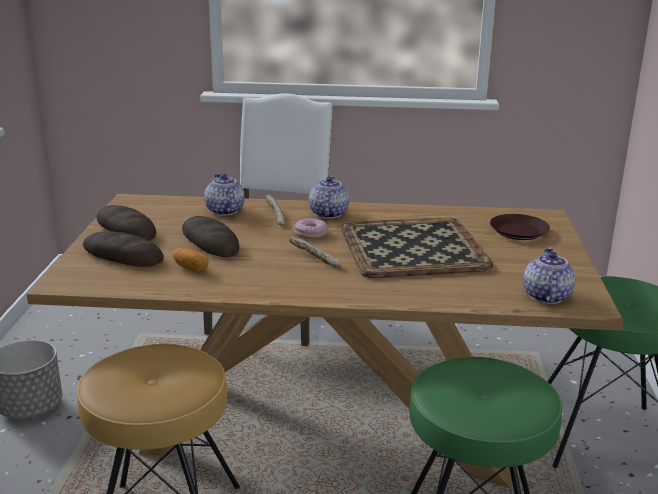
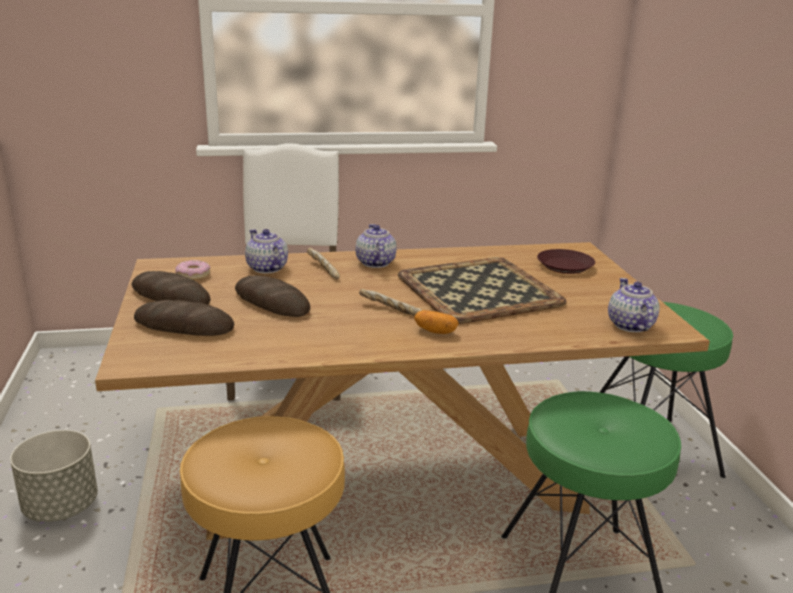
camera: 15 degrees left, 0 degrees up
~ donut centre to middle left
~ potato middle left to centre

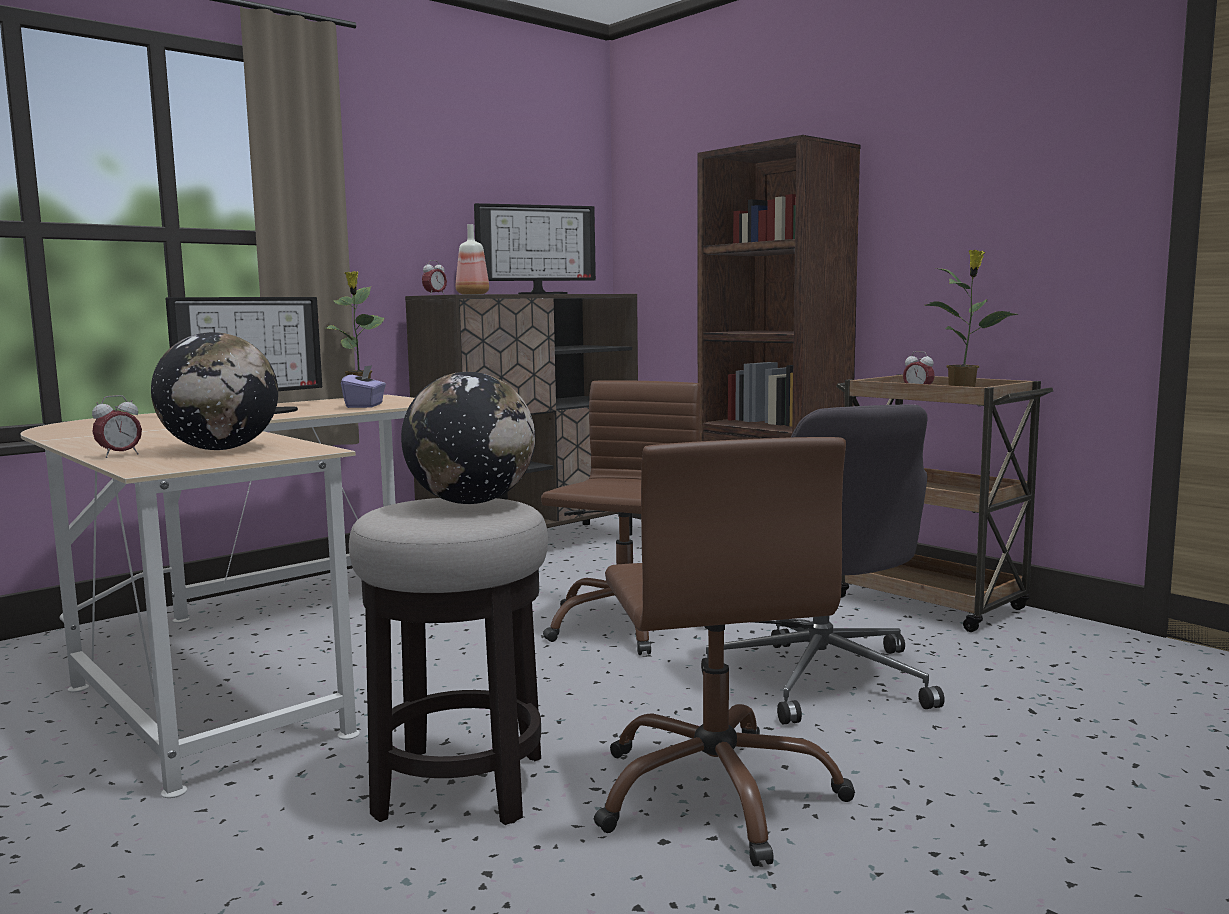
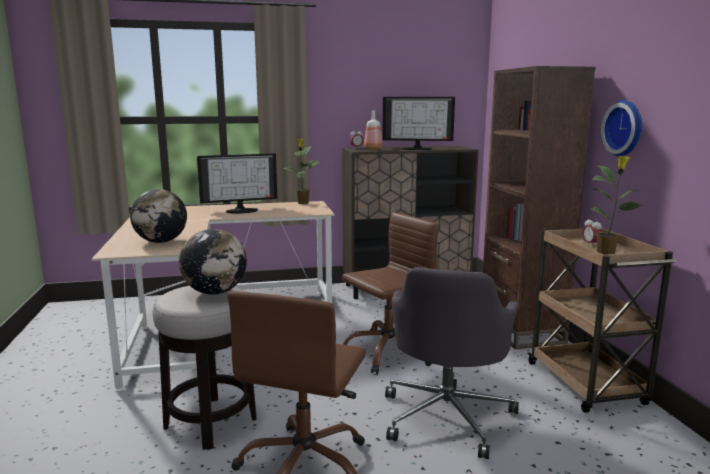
camera: 30 degrees right, 5 degrees up
- tissue box (purple) middle left
- alarm clock (no. 1 from left) middle left
+ wall clock top right

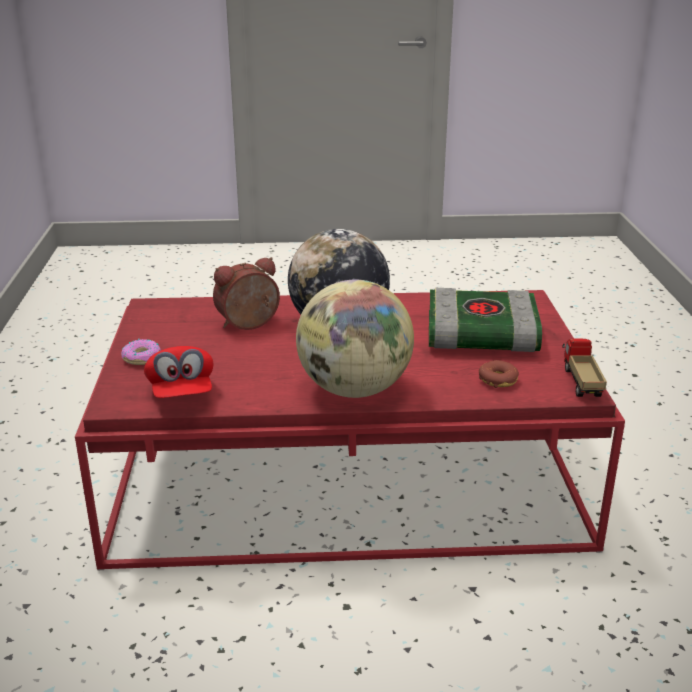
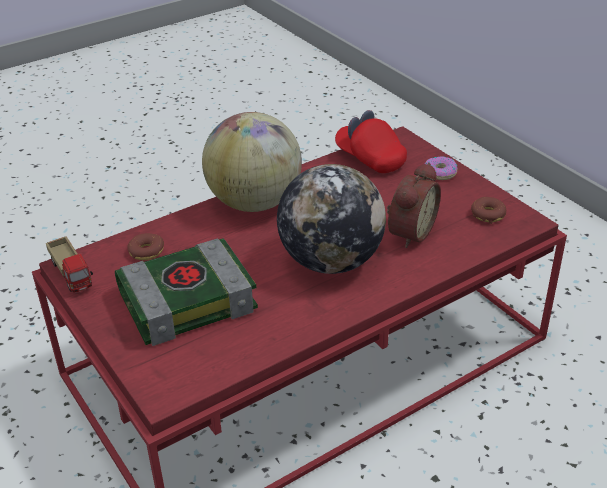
camera: 150 degrees right, 10 degrees up
+ donut (no. 3 from left) middle right

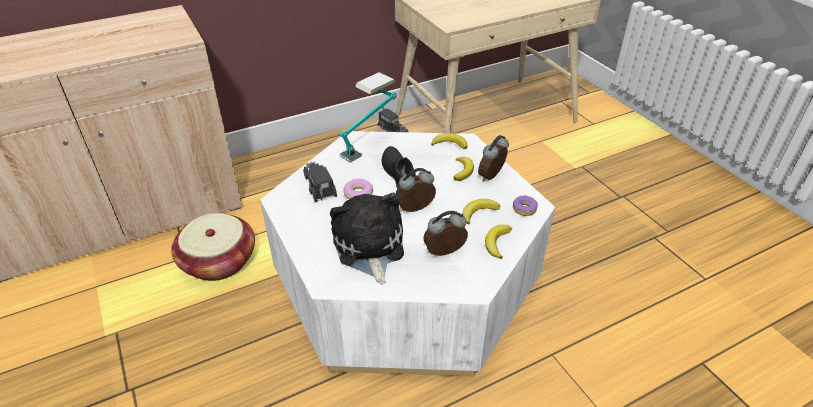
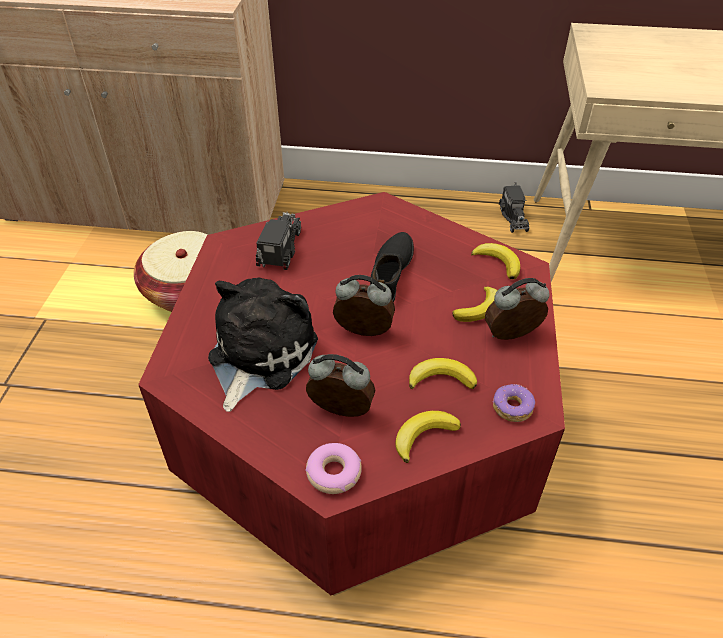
camera: 35 degrees right, 5 degrees up
- table lamp top centre
~ coffee table (white) centre to coffee table (red) centre
~ donut (no. 1 from left) centre to bottom centre

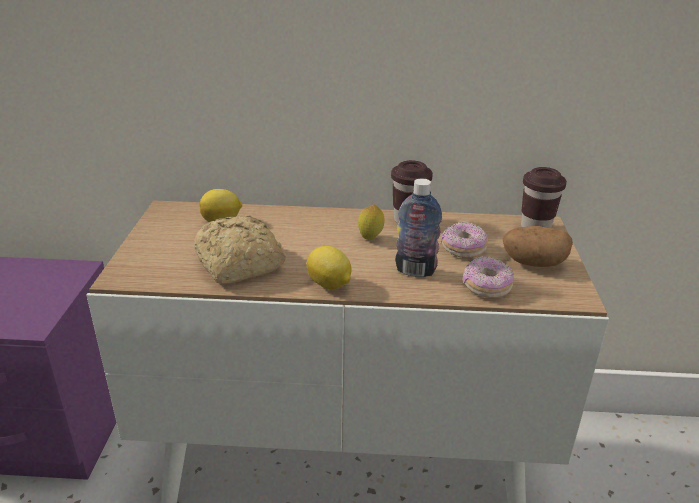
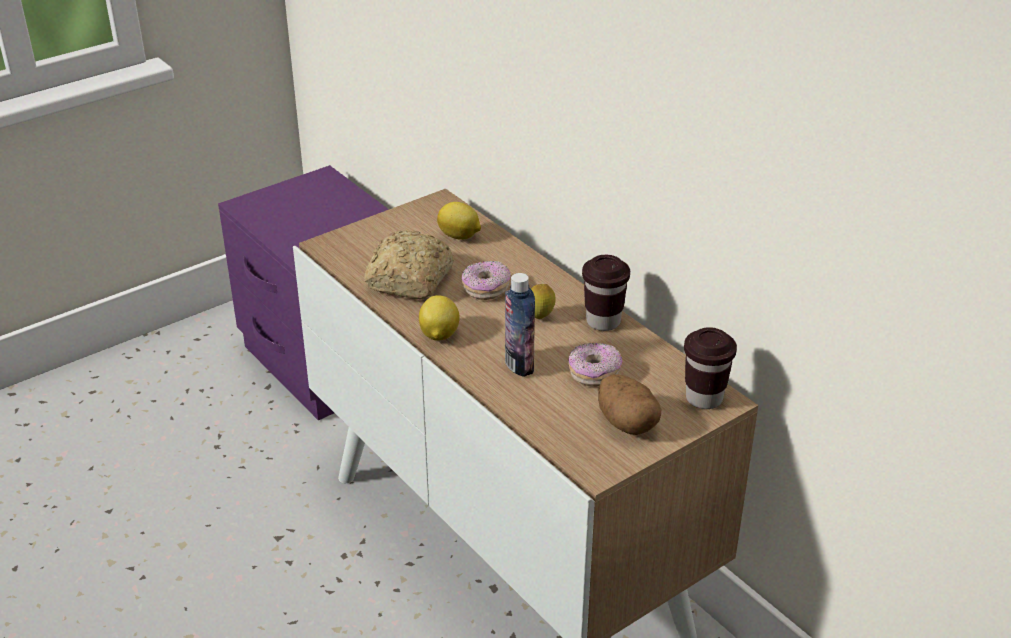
camera: 50 degrees right, 5 degrees up
~ donut (no. 2 from left in the first image) middle right to donut (no. 1 from left) centre

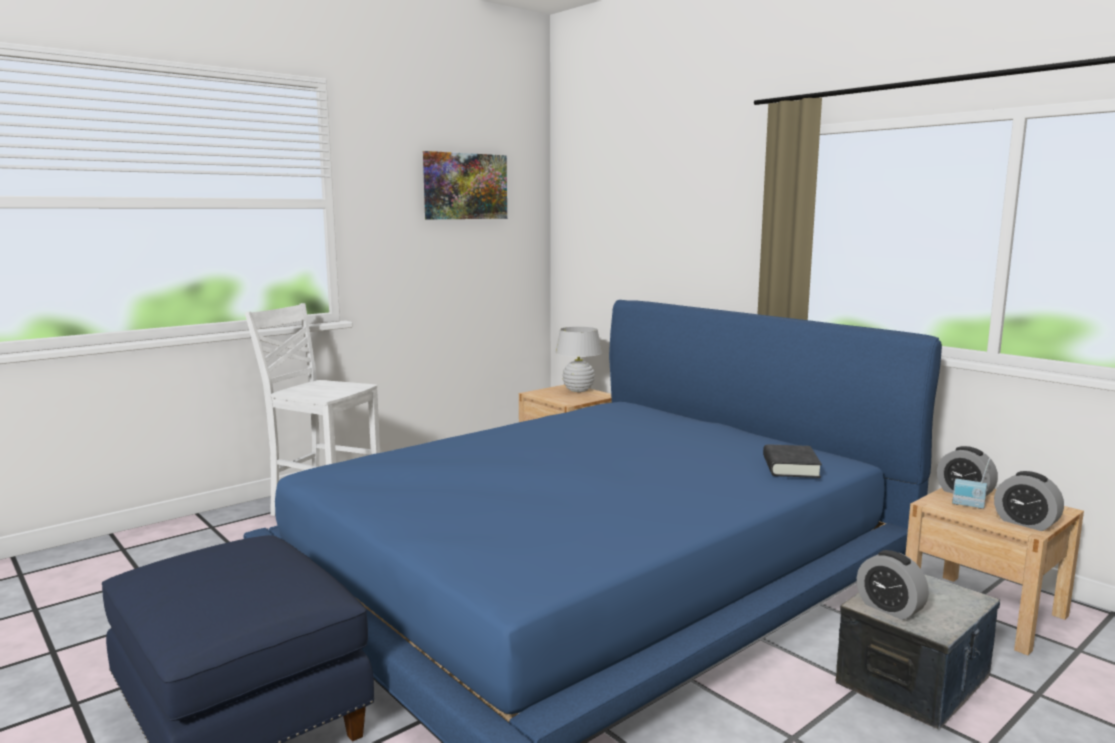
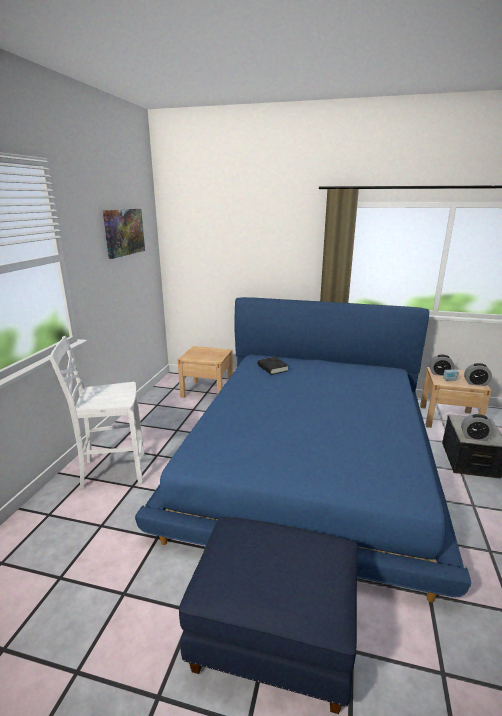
camera: 35 degrees left, 10 degrees up
- table lamp (white) centre
~ book (black) middle right to centre

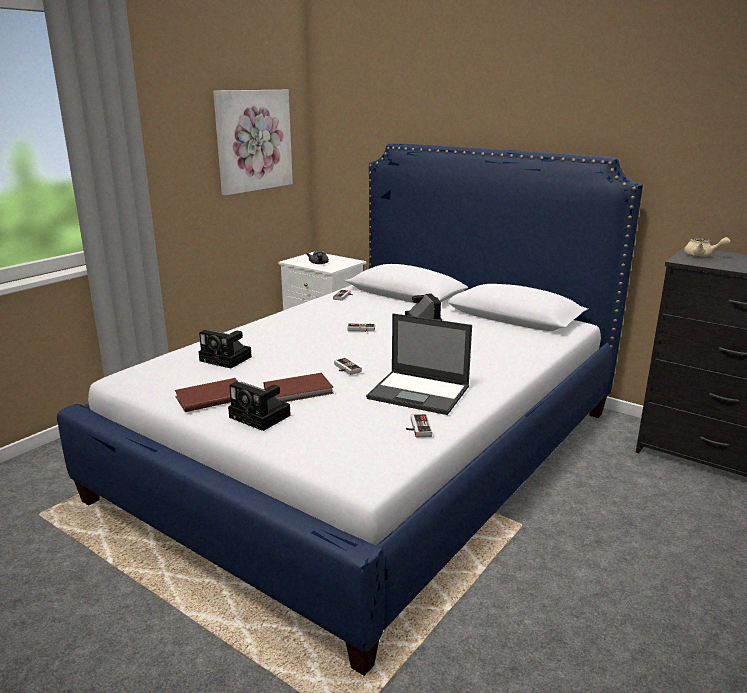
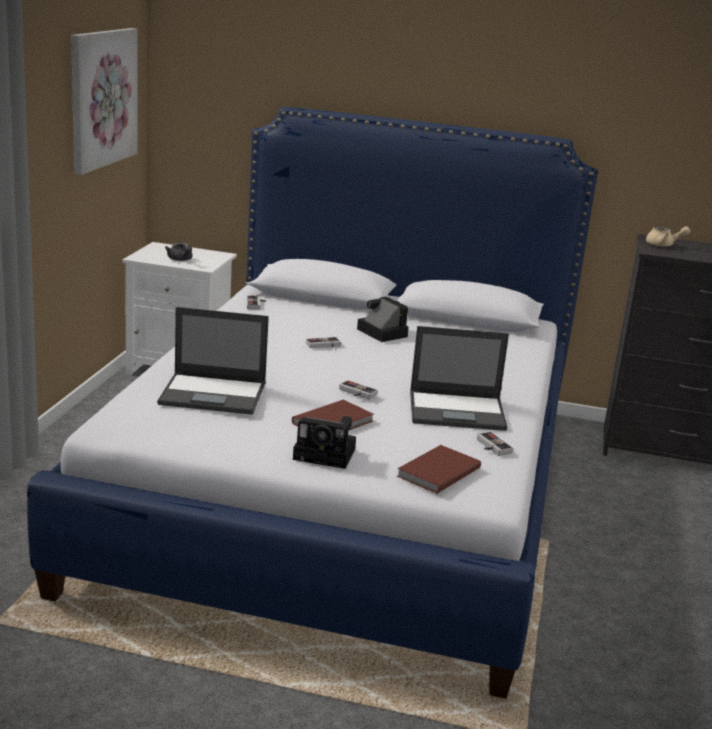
camera: 25 degrees left, 0 degrees up
~ photo camera (no. 1 from left) middle left to laptop (no. 1 from left) middle left
~ book (brown) (no. 1 from left in the first image) middle left to book (brown) (no. 2 from left) centre

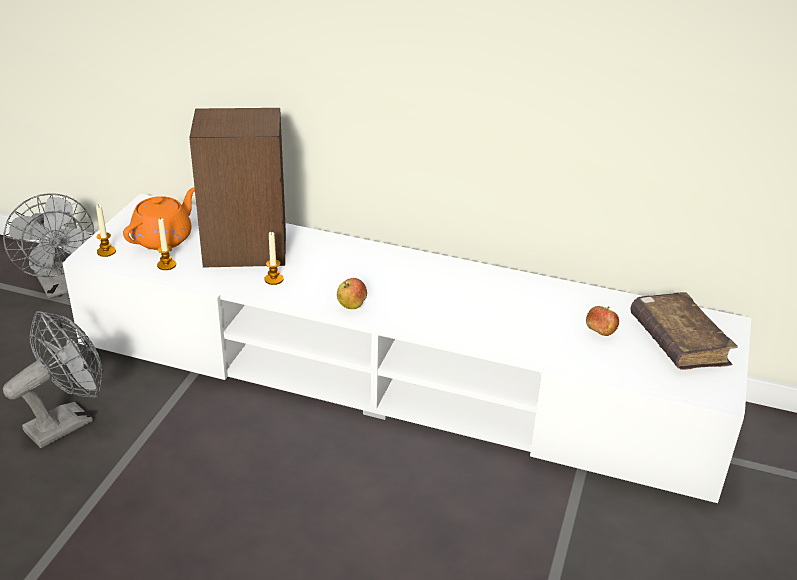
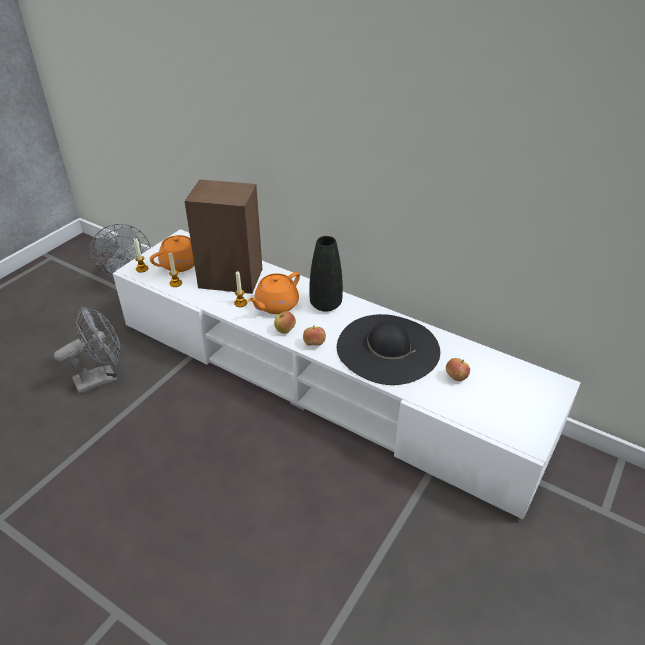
camera: 15 degrees right, 5 degrees up
- book (brown) middle right
+ vase (black) centre
+ teapot (orange) (no. 2 from left) centre
+ hat (black) centre
+ apple (no. 2 from left) centre

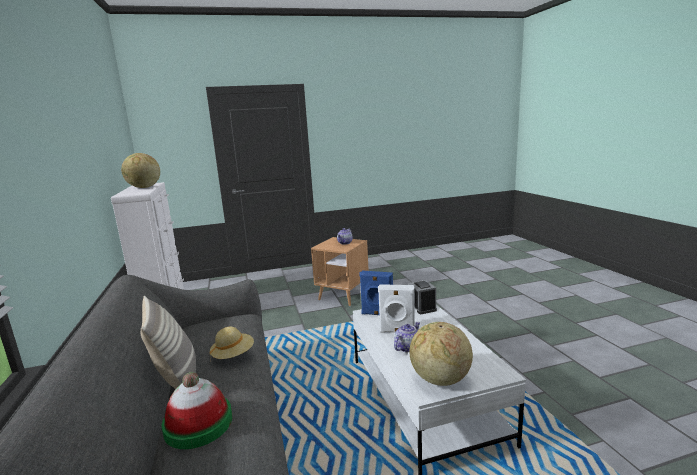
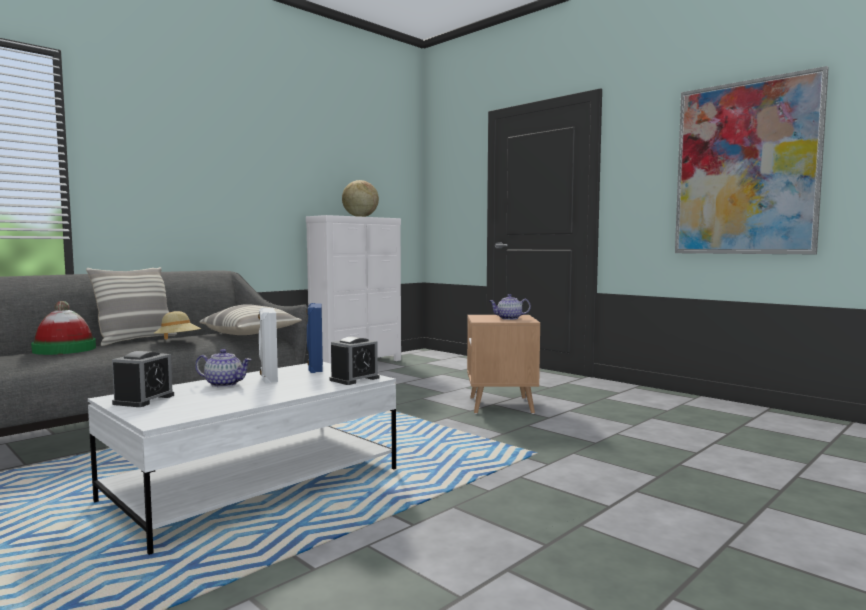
camera: 60 degrees right, 10 degrees down
~ globe (no. 2 from left) bottom centre to alarm clock (no. 1 from left) middle left
+ picture top right
+ pillow (no. 2 from left) middle left

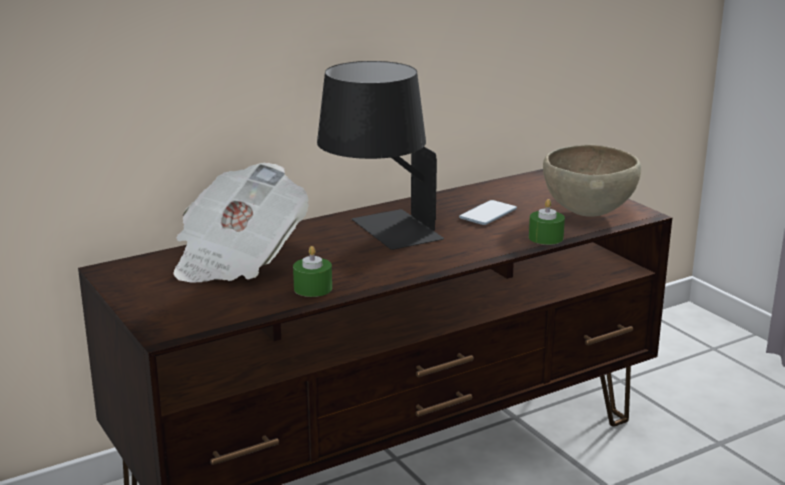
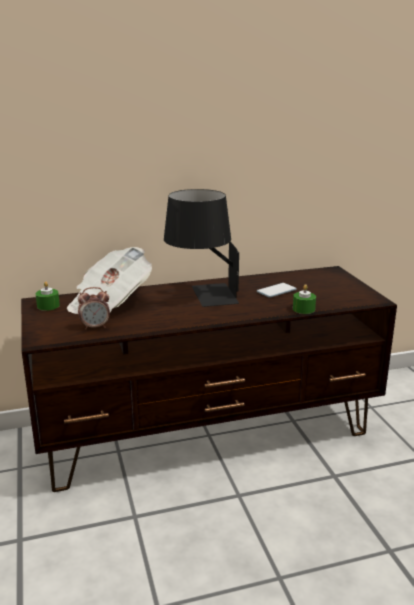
camera: 15 degrees right, 0 degrees up
- bowl (brown) middle right
~ candle (green) (no. 1 from left) centre to middle left
+ alarm clock middle left

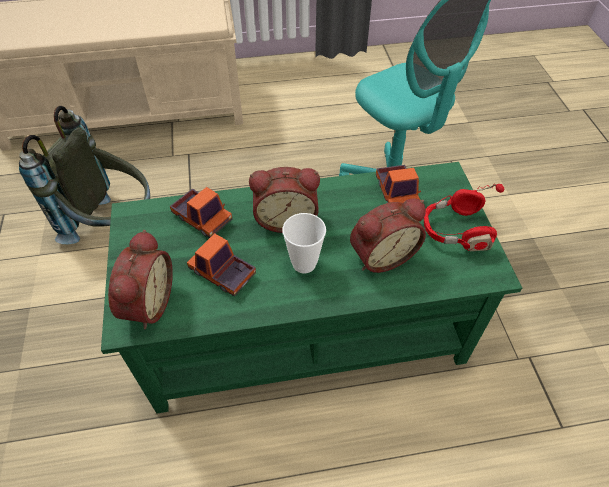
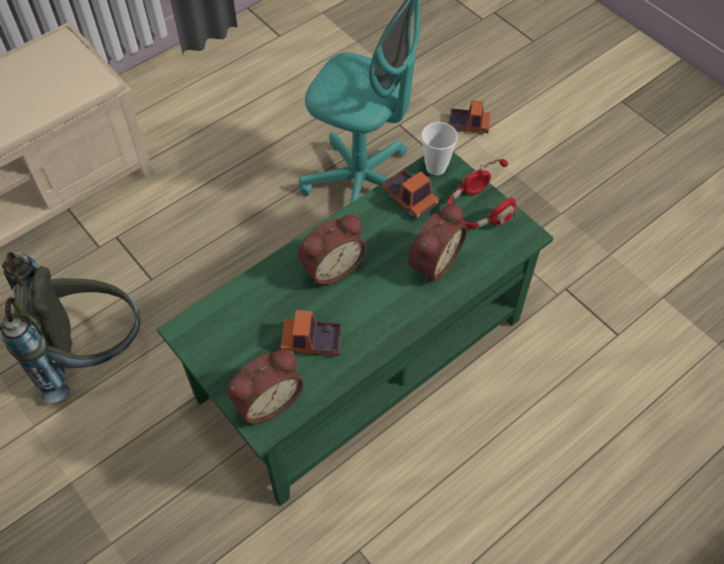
camera: 30 degrees left, 5 degrees up
~ toy truck (no. 1 from left in the first image) middle left to toy truck (no. 3 from left) top centre
~ cup centre to top centre
~ alarm clock (no. 1 from left) middle left = bottom centre 75 degrees clockwise

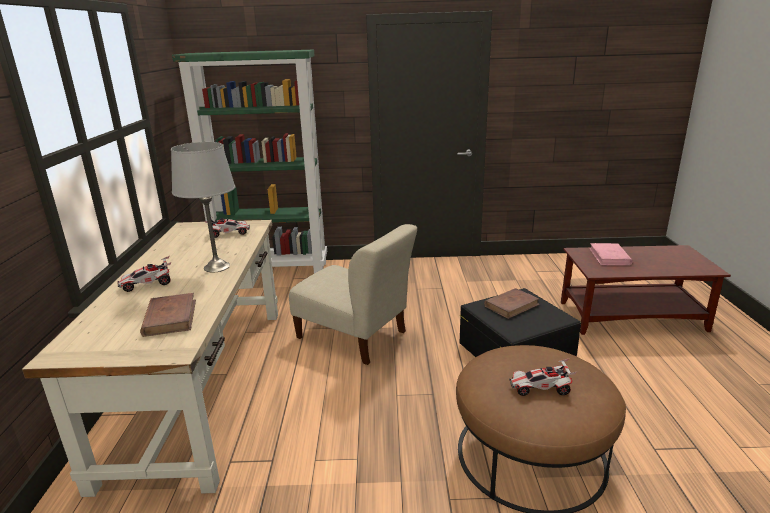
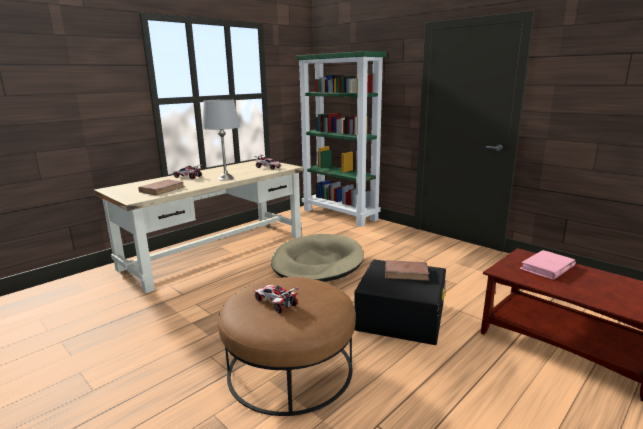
camera: 45 degrees right, 5 degrees down
~ chair (beige) centre to dog bed (beige) centre

